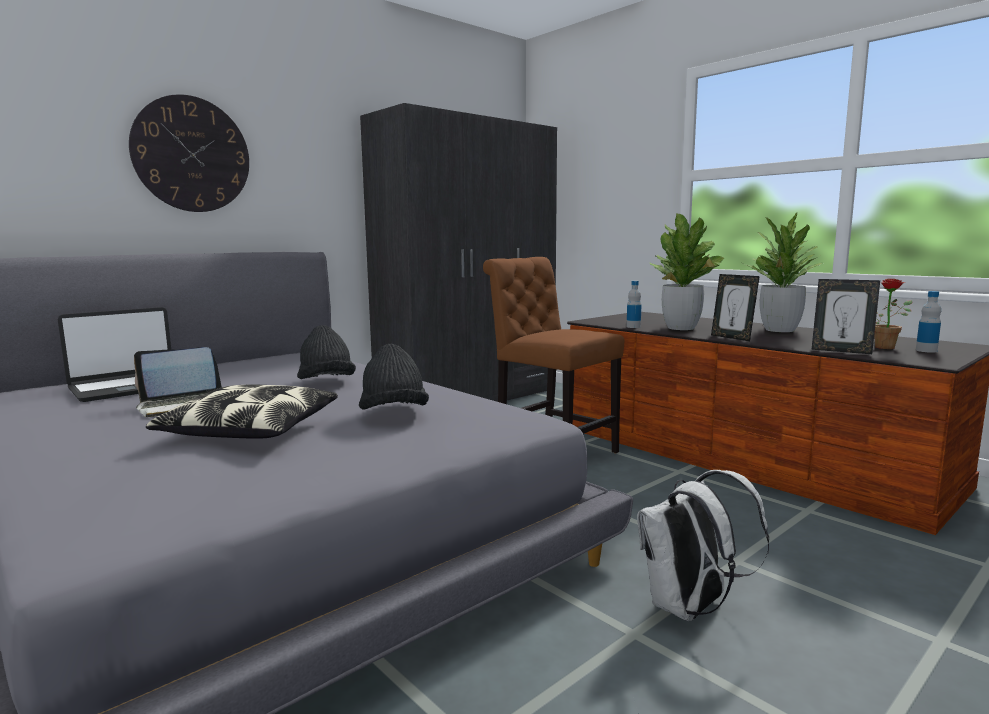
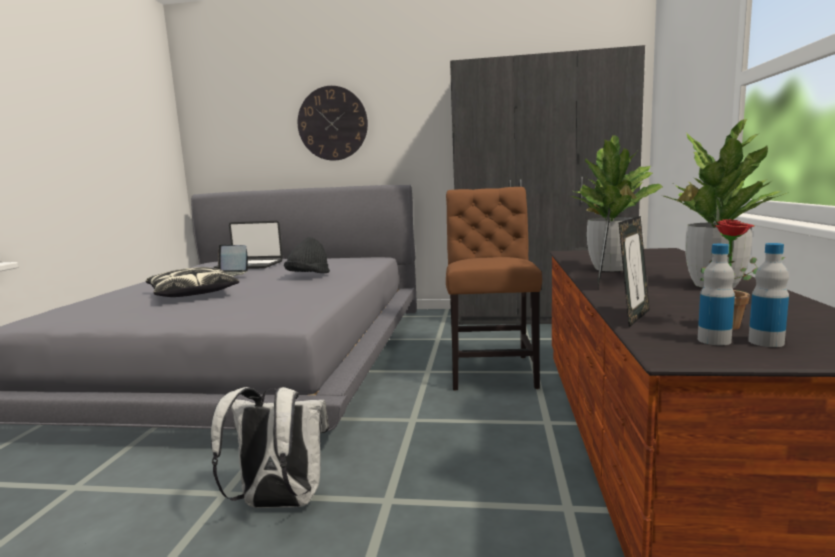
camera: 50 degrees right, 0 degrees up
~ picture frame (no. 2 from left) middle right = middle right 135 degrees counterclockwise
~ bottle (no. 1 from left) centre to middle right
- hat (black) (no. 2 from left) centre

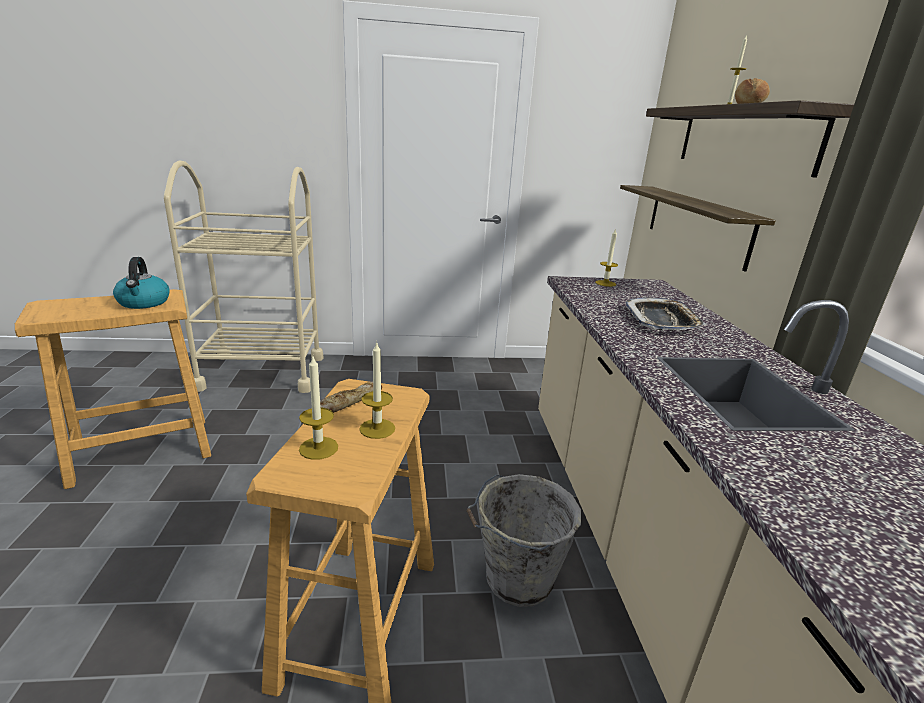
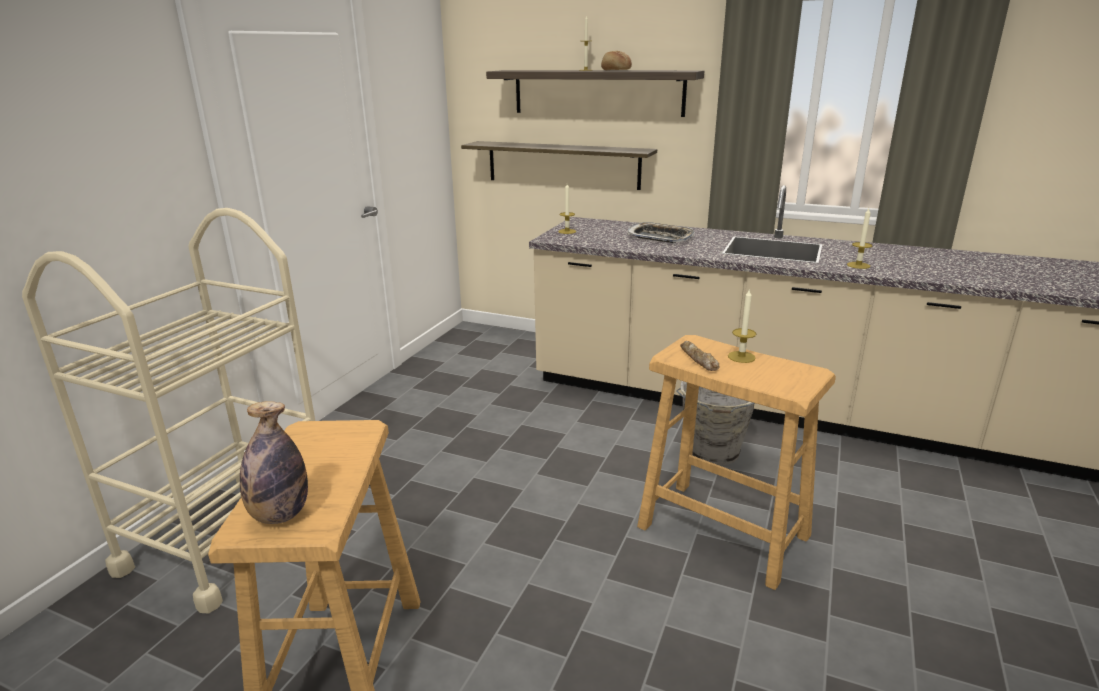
camera: 60 degrees left, 0 degrees up
- kettle middle left
~ candle (no. 1 from left in the first image) centre to candle (no. 4 from left) middle right
+ bottle bottom left

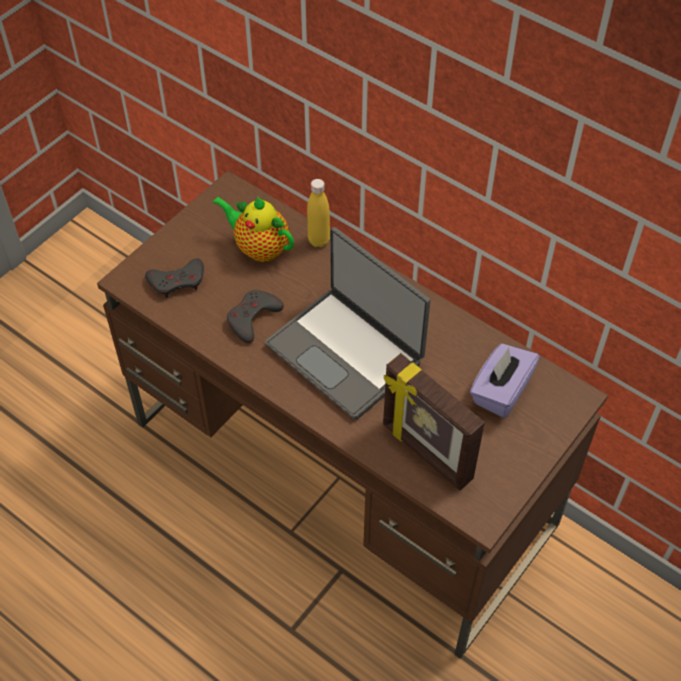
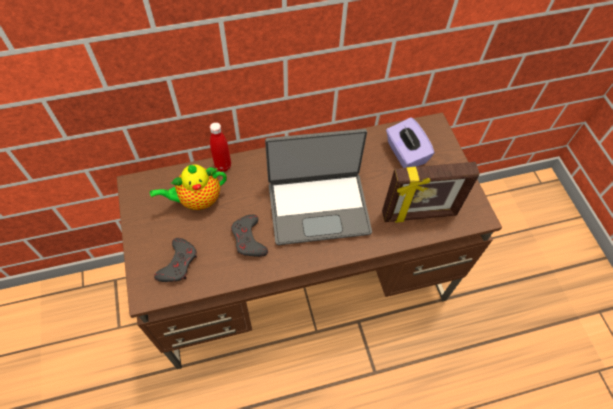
camera: 55 degrees left, 5 degrees up
~ bottle (yellow) top centre to bottle (red) centre

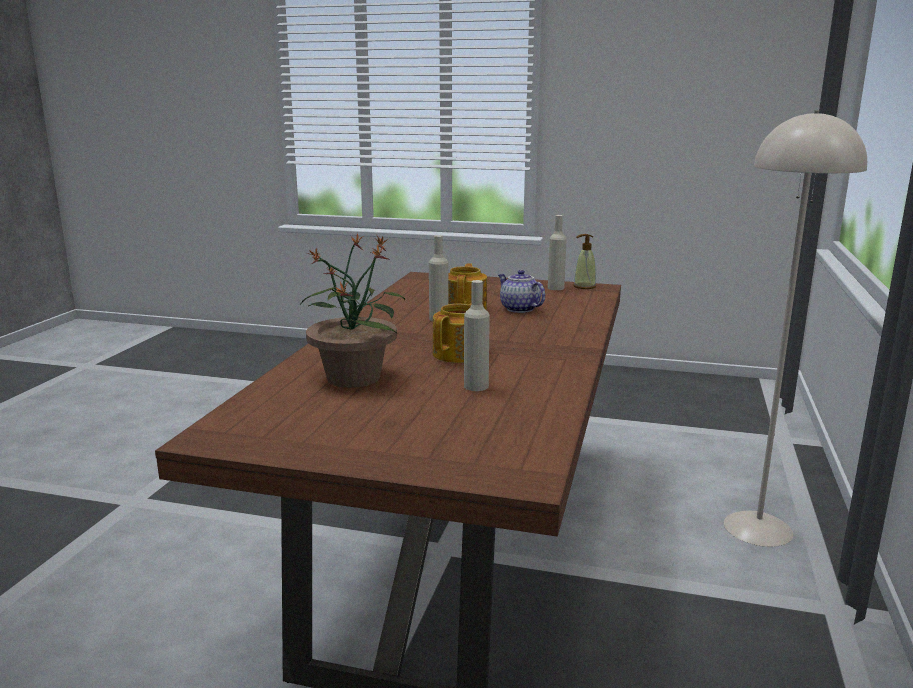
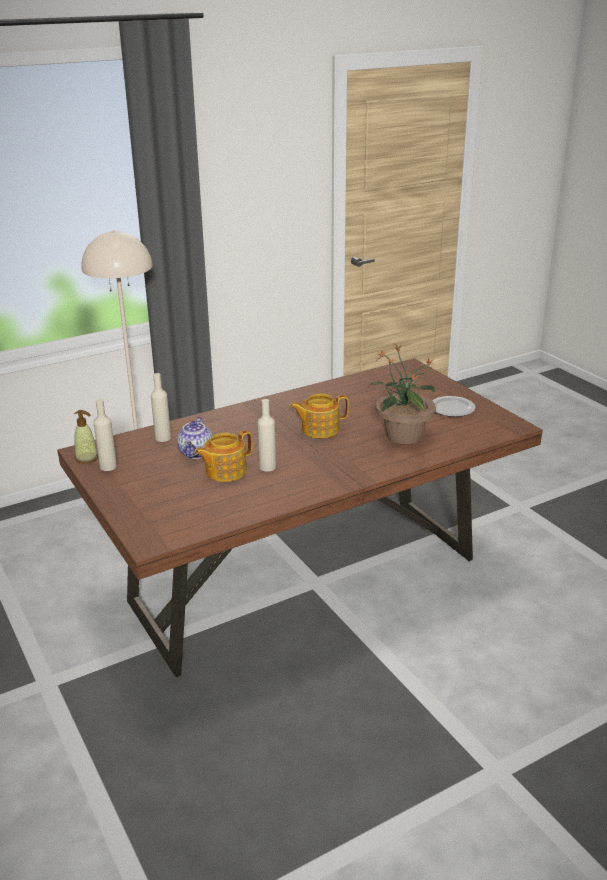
camera: 135 degrees left, 10 degrees up
~ bottle (beige) (no. 2 from left) centre to middle left
+ plate middle right

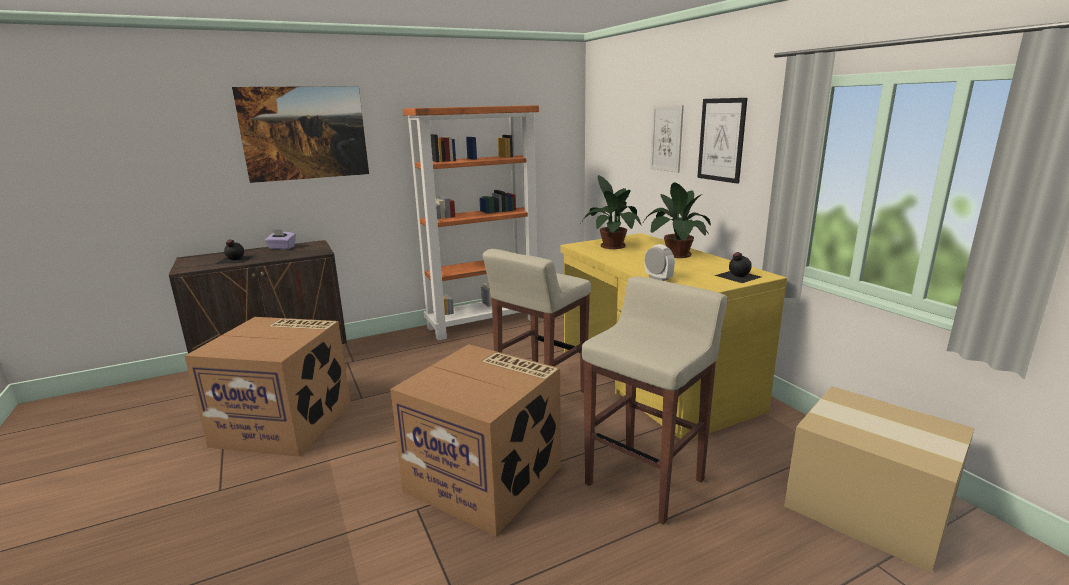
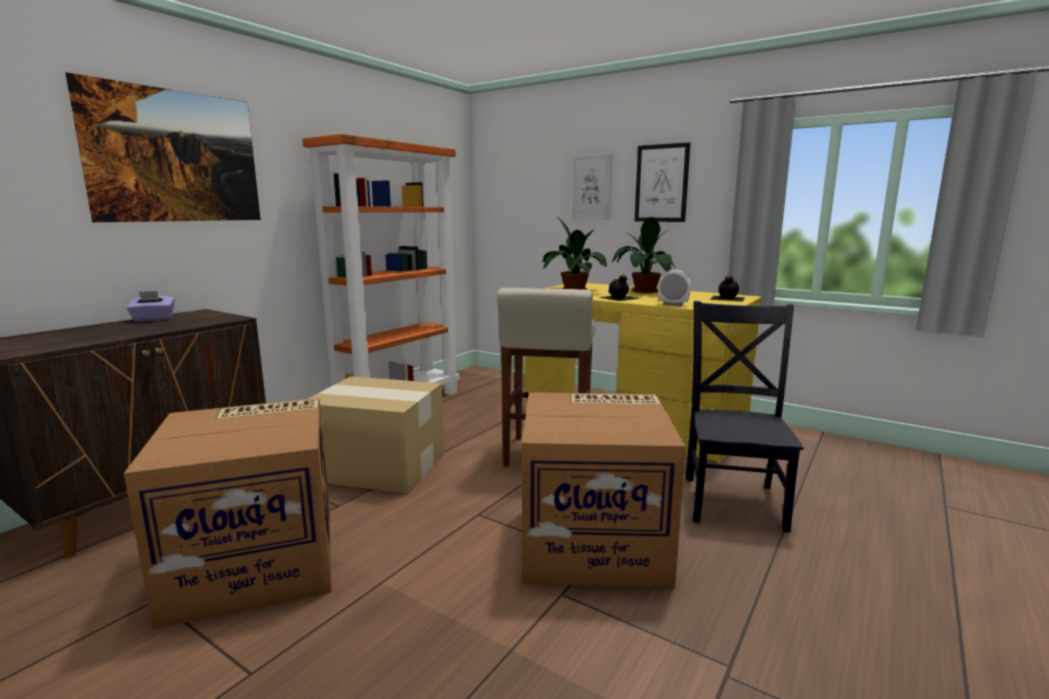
camera: 30 degrees left, 5 degrees down
~ bottle (black) (no. 1 from left) middle left to centre
~ stool (beige) (no. 2 from left) bottom centre to chair (black) middle right
~ cardboard box (no. 3 from left in the first image) bottom right to cardboard box (no. 2 from left) centre

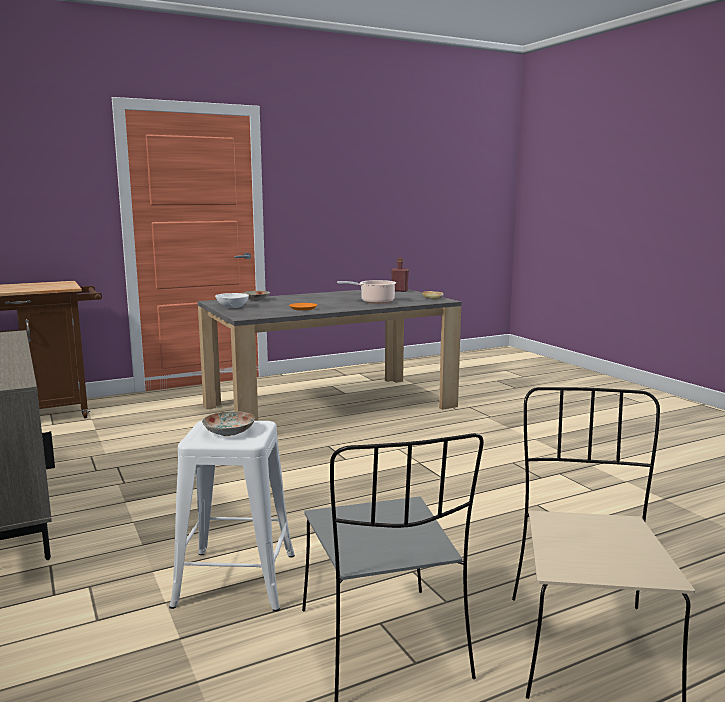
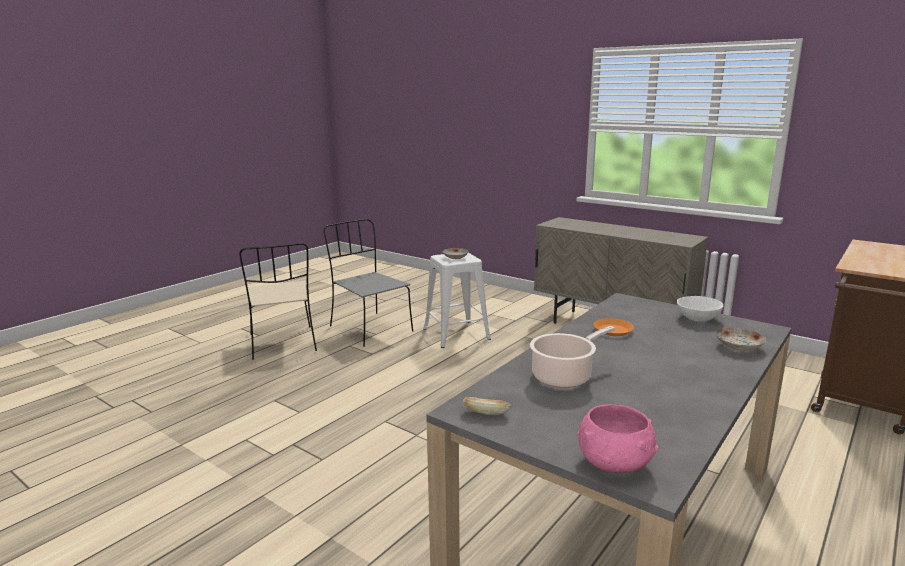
camera: 155 degrees right, 5 degrees up
~ bottle (red) centre to bowl (pink) bottom right

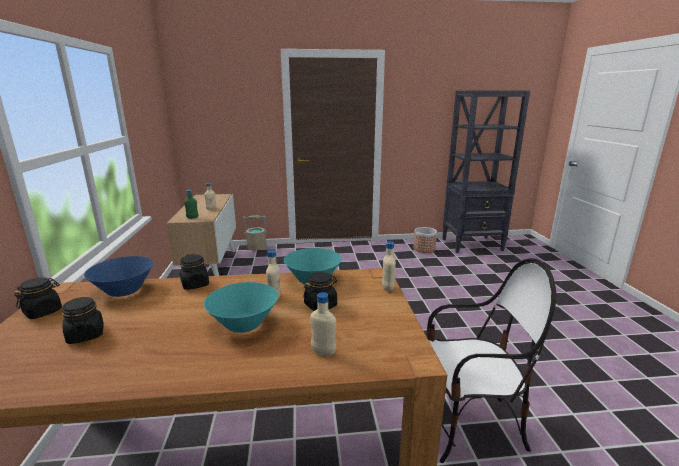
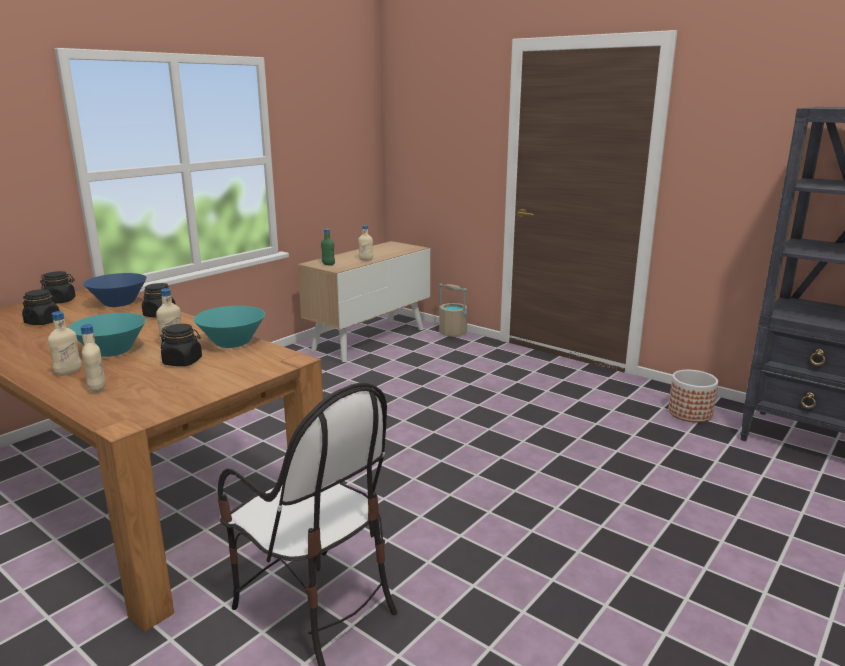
camera: 45 degrees right, 0 degrees up
~ bottle (beige) (no. 4 from left in the first image) centre to bottle (beige) (no. 1 from left) middle left

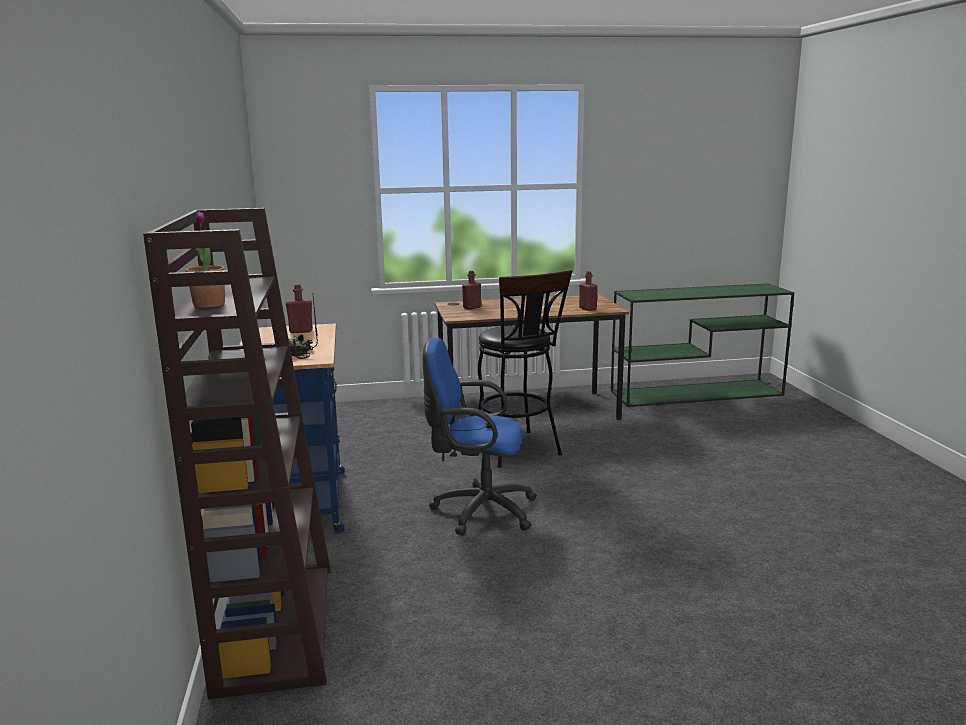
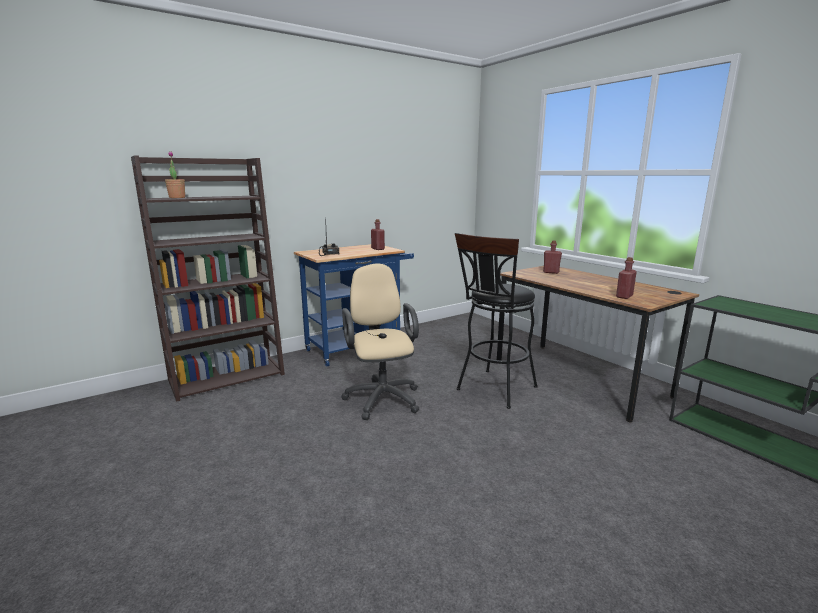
camera: 65 degrees right, 0 degrees up
~ office chair (blue) centre to office chair (beige) centre

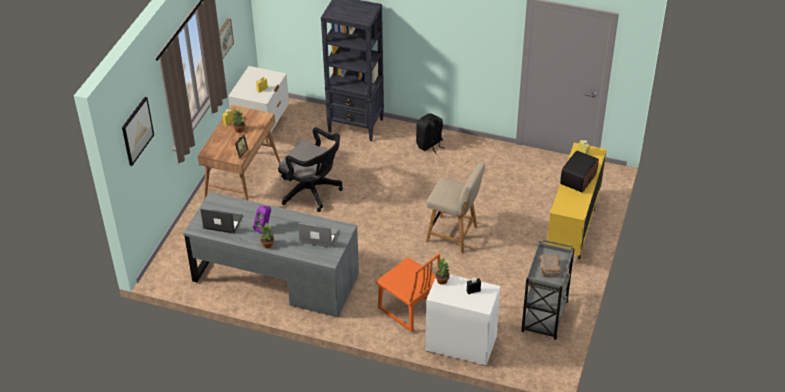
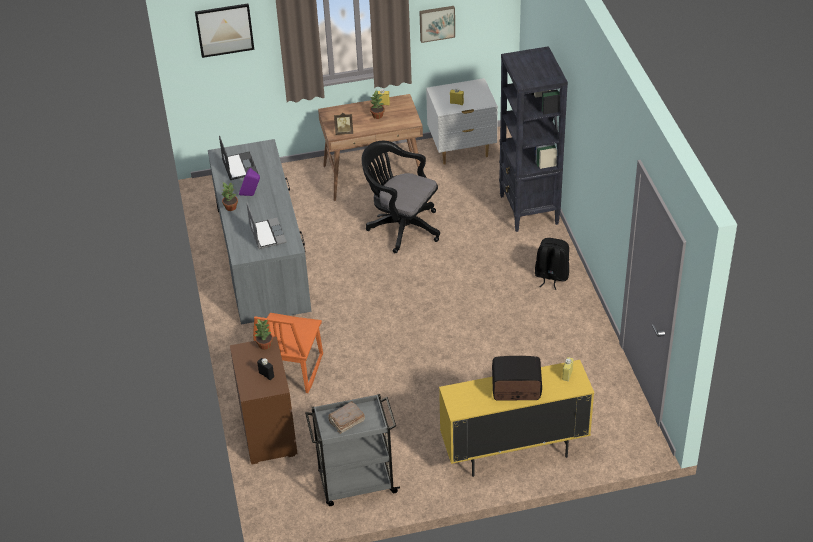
camera: 60 degrees right, 0 degrees up
~ office chair (black) centre = centre 120 degrees clockwise
- chair (beige) centre
~ dresser (white) bottom centre to dresser (brown) bottom left

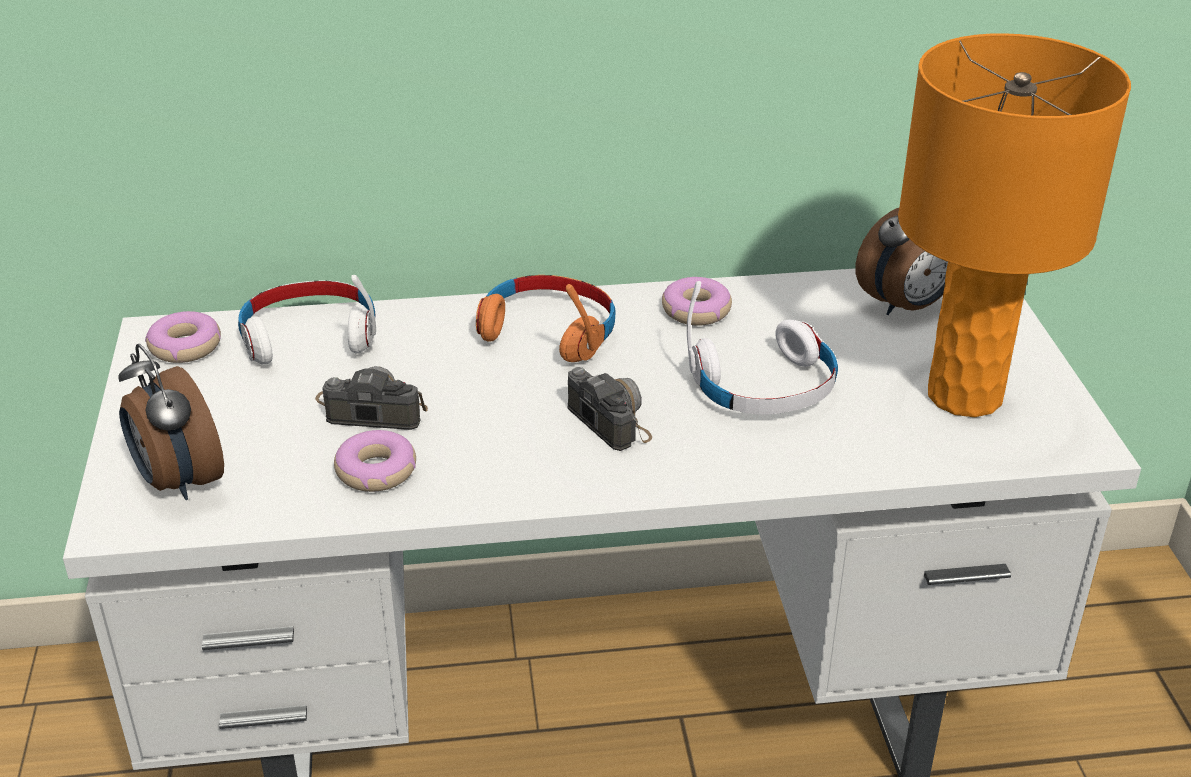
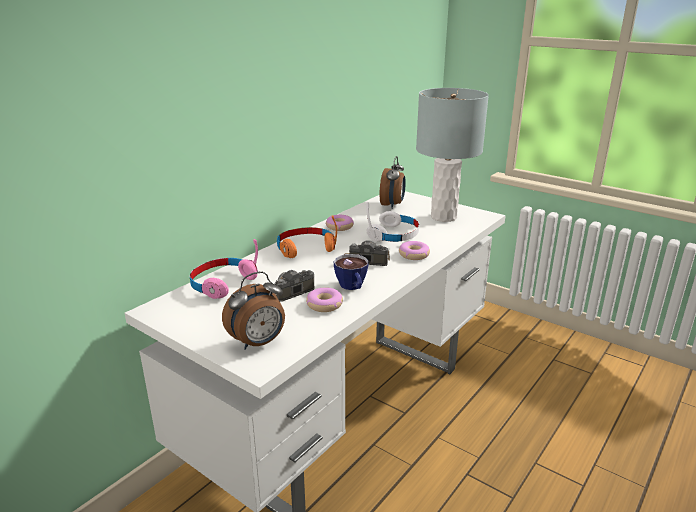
camera: 45 degrees left, 10 degrees down
~ table lamp (orange) top right to table lamp (grey) top centre
~ headphones (white) (no. 1 from left) middle left to headphones (pink) middle left
~ donut (no. 1 from left in the first image) middle left to donut (no. 3 from left) centre
~ alarm clock (no. 1 from left) middle left = centre 45 degrees counterclockwise
+ cup centre

